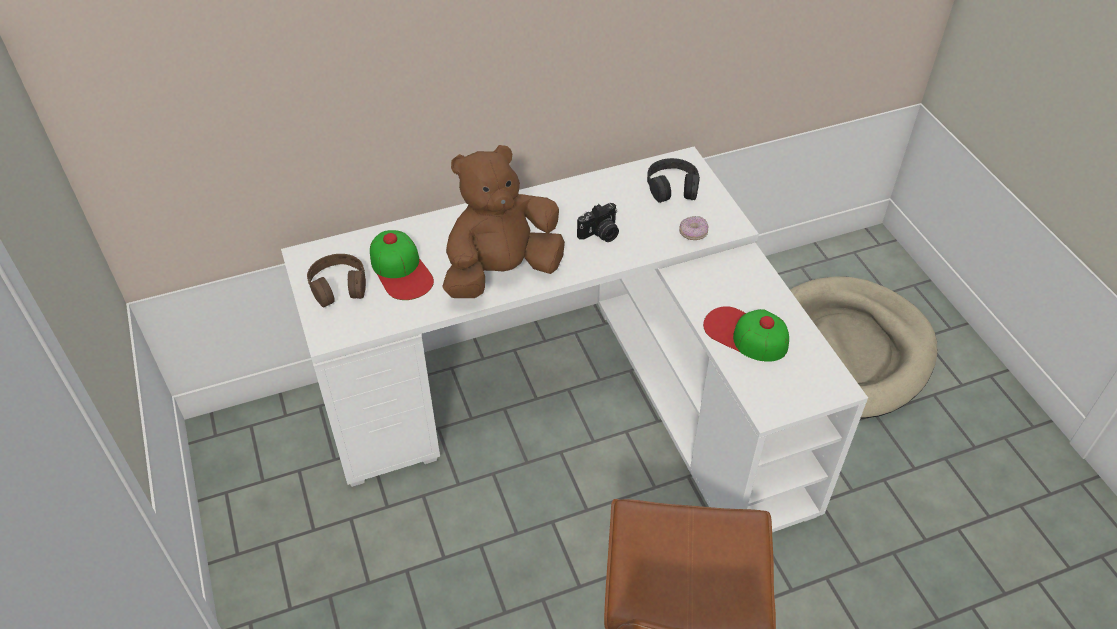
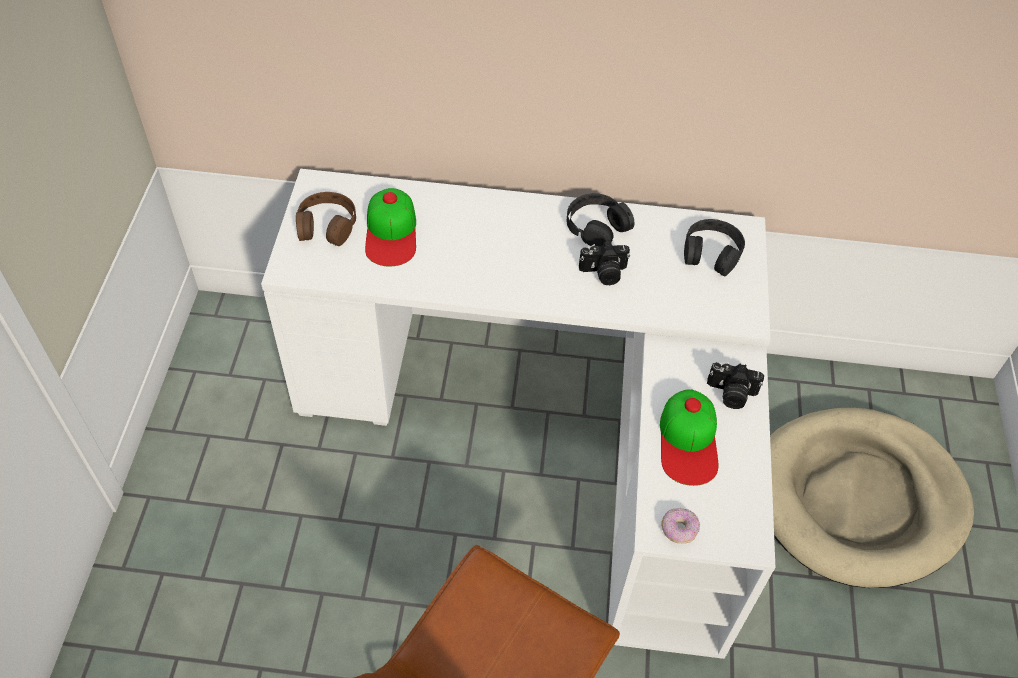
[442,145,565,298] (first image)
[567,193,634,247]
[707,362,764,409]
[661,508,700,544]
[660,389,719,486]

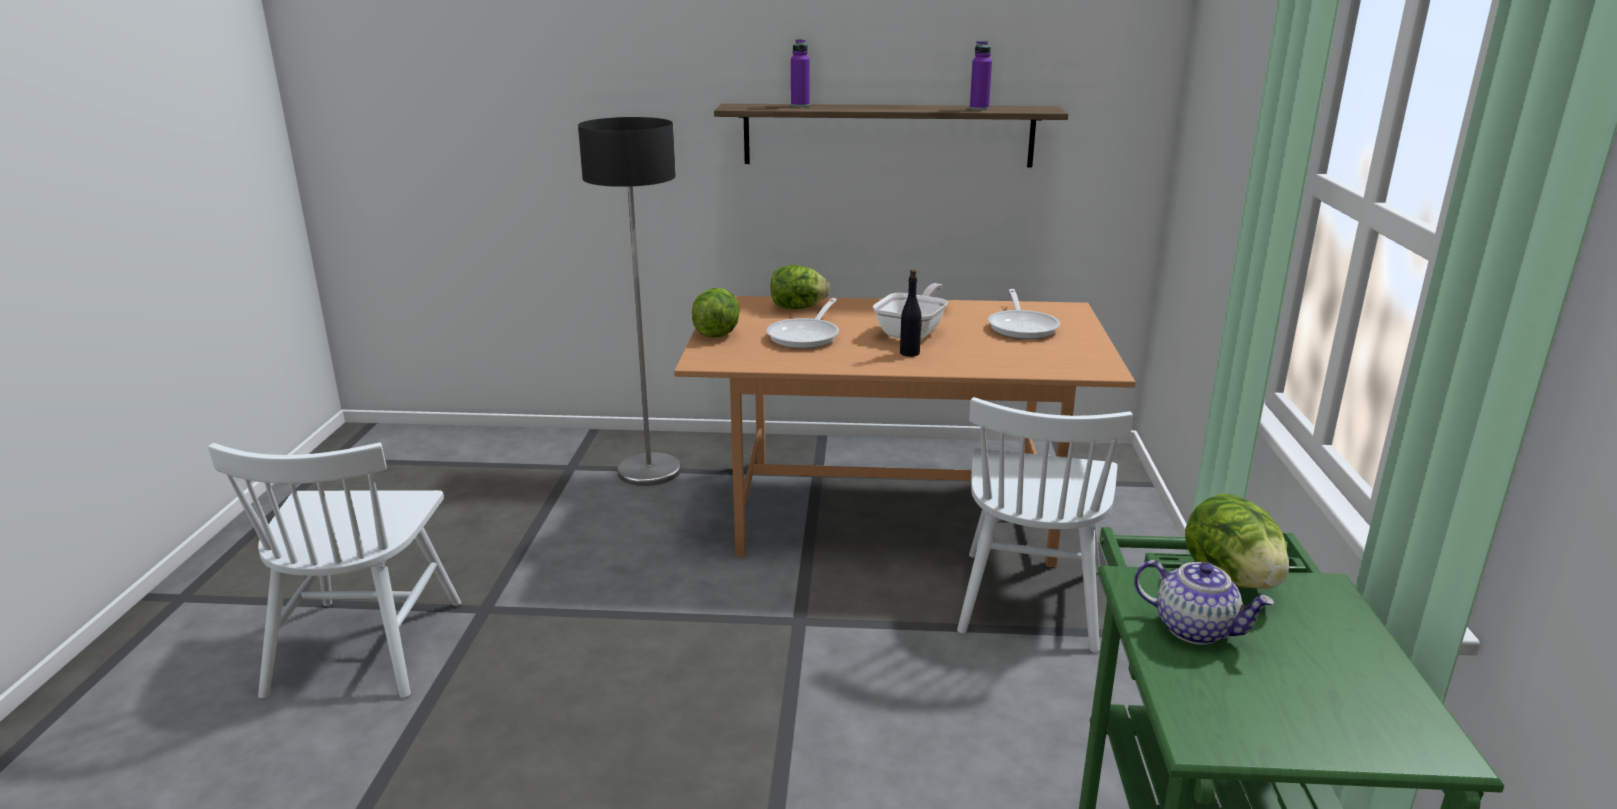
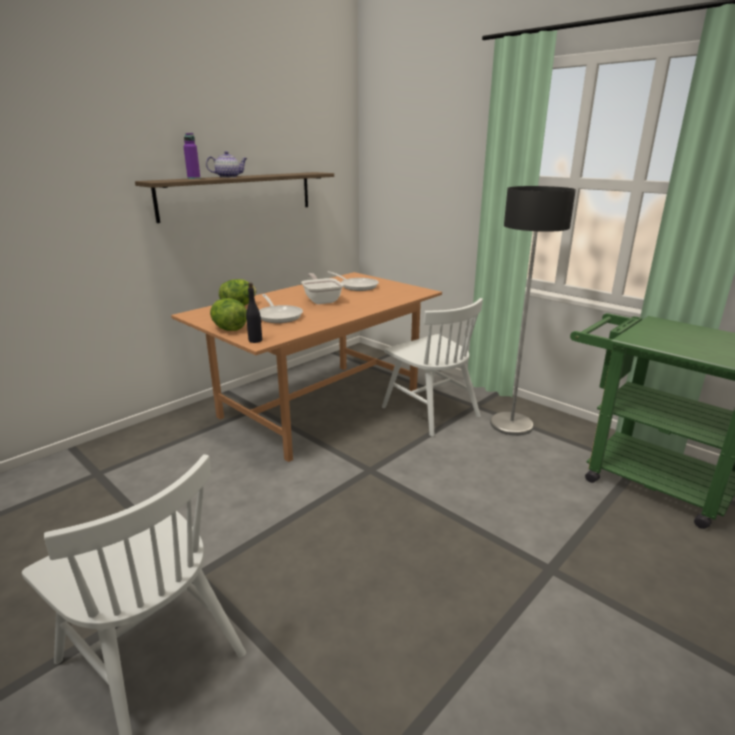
[970,41,992,110] (first image)
[1185,494,1289,589] (first image)
[490,186,576,436]
[246,283,262,343]
[206,151,248,178]

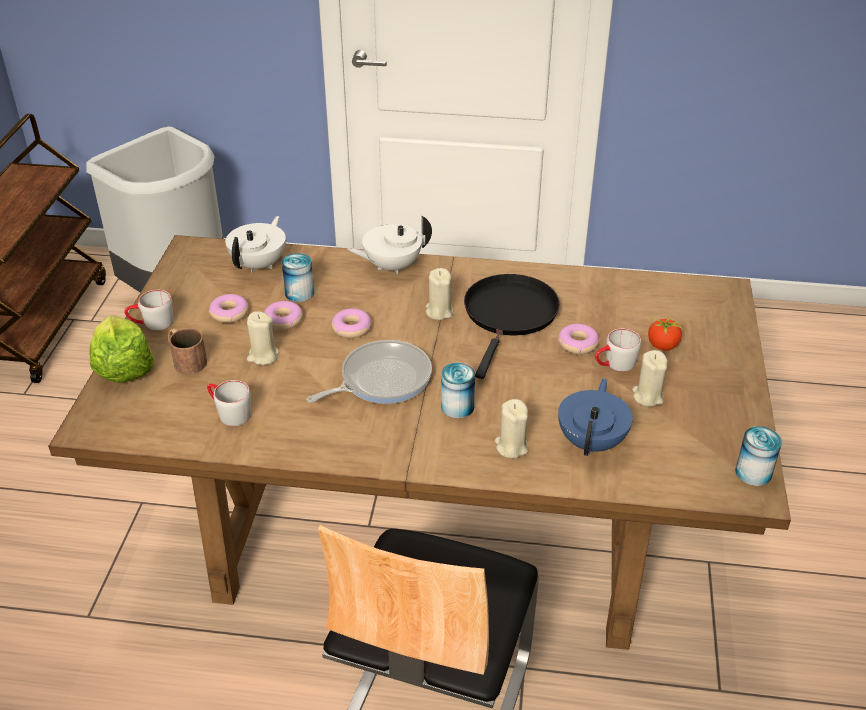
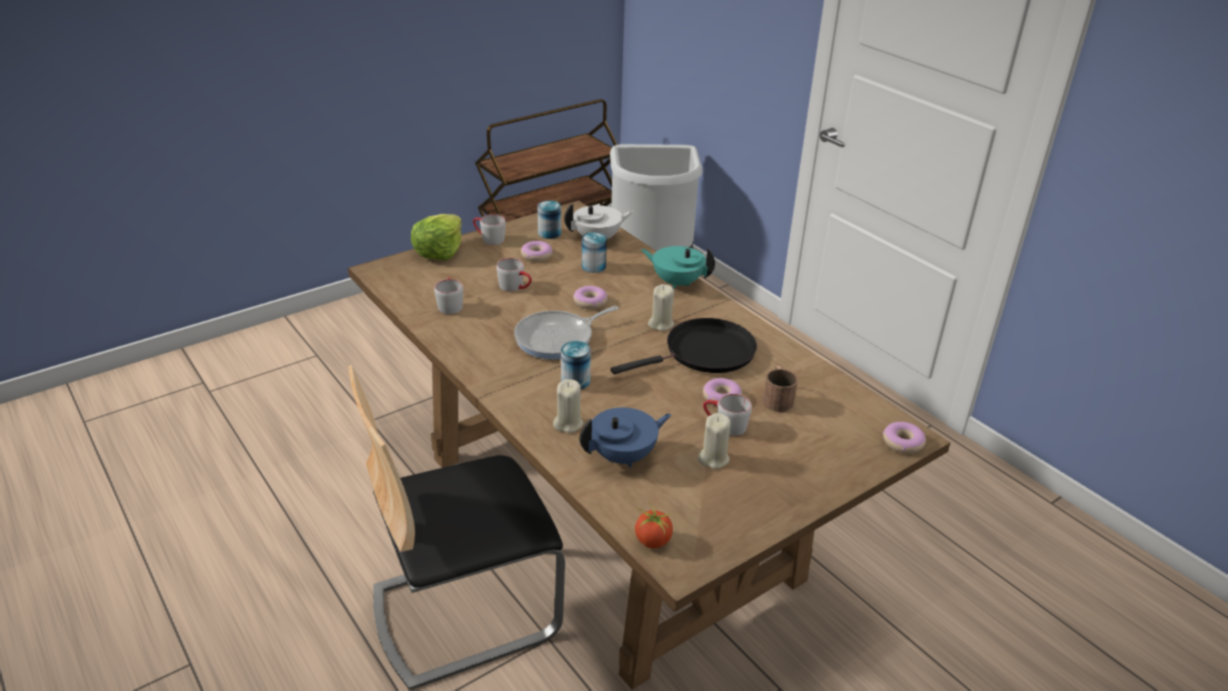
[763,365,798,412]
[883,422,926,454]
[635,502,673,548]
[537,200,561,239]
[496,258,532,292]
[641,246,715,289]
[514,306,619,359]

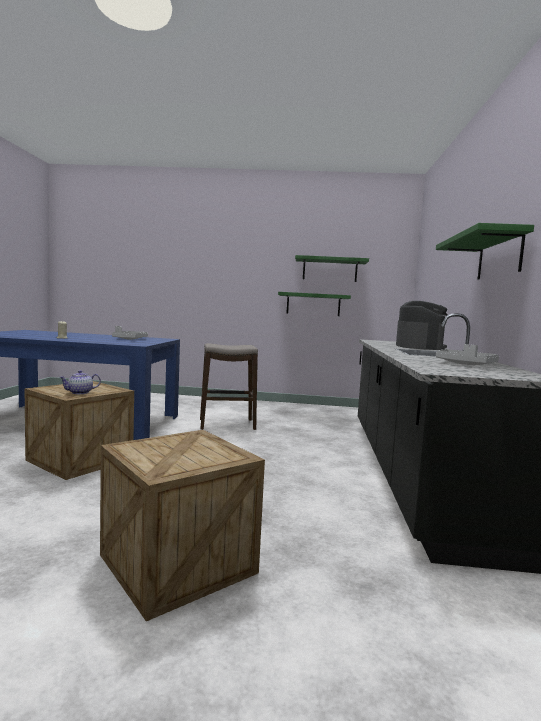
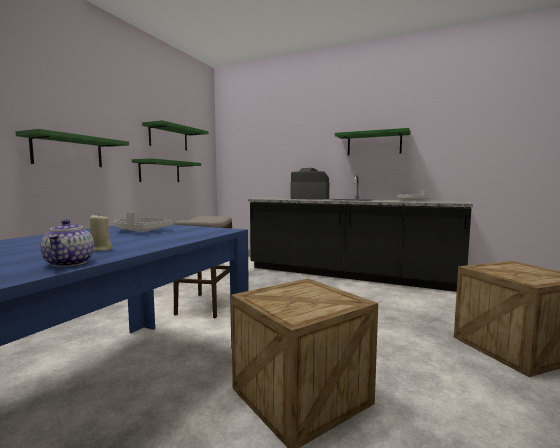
[16,129,129,167]
[41,219,94,267]

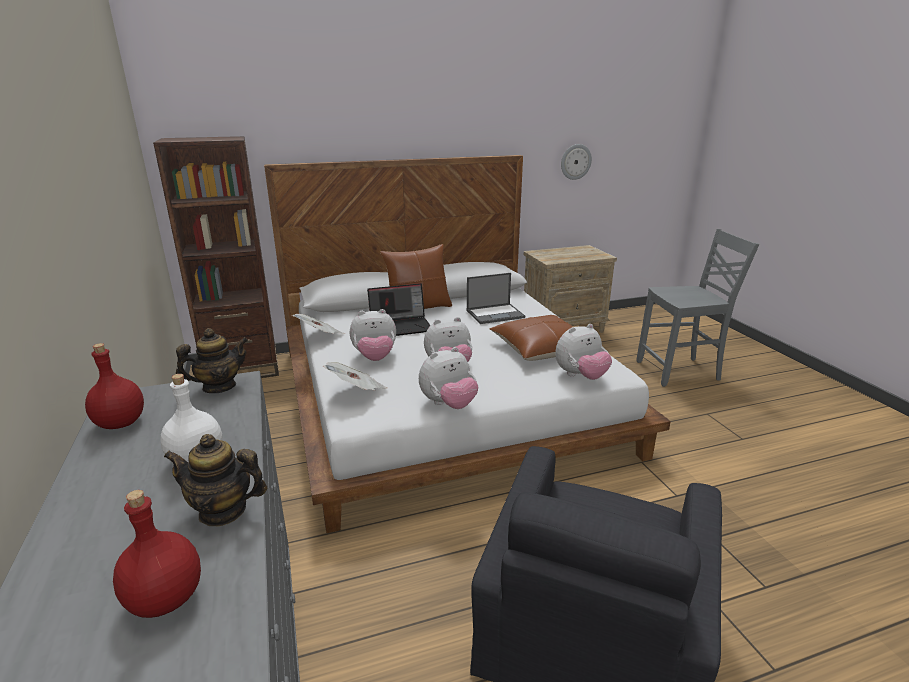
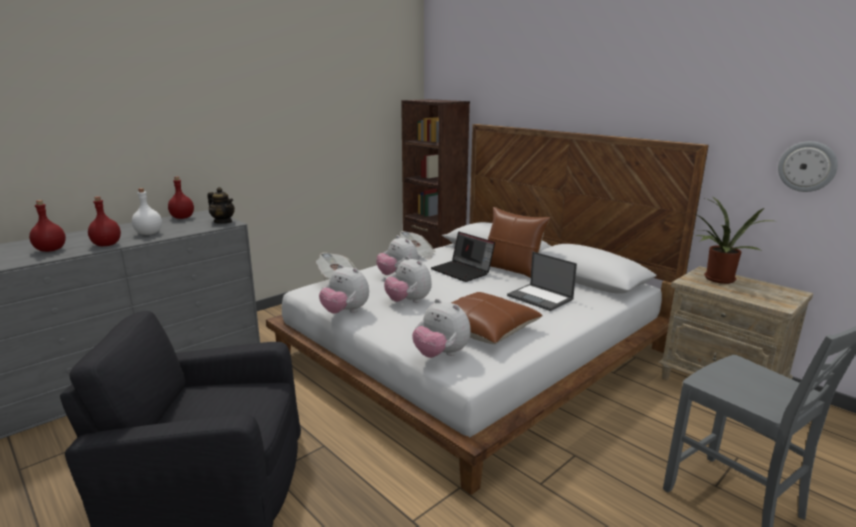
[692,197,772,284]
[88,196,121,246]

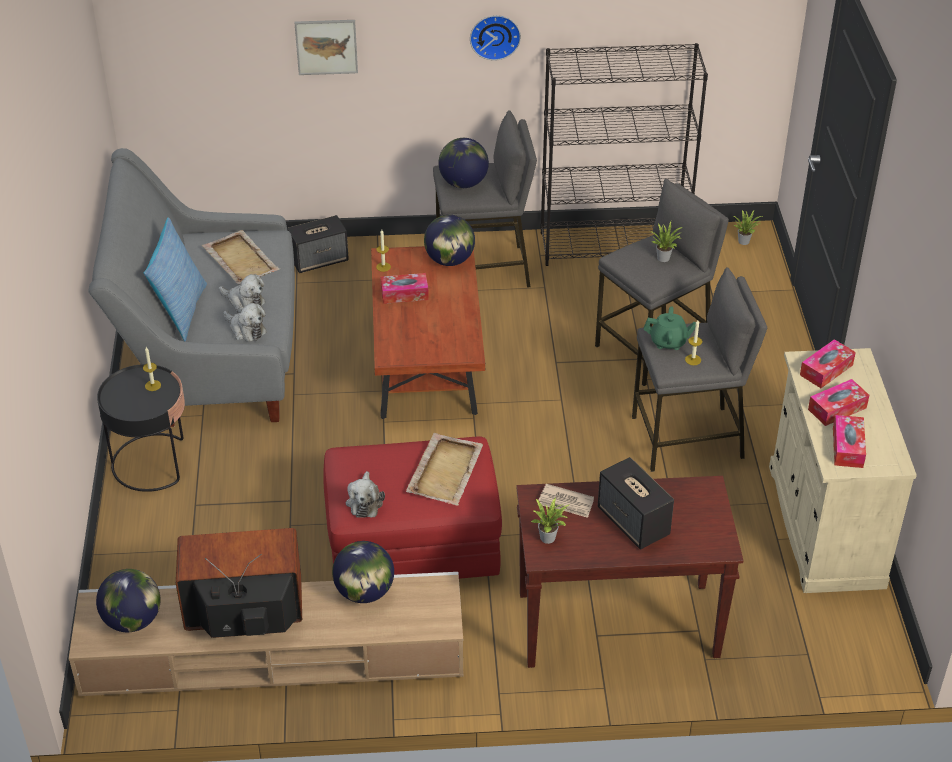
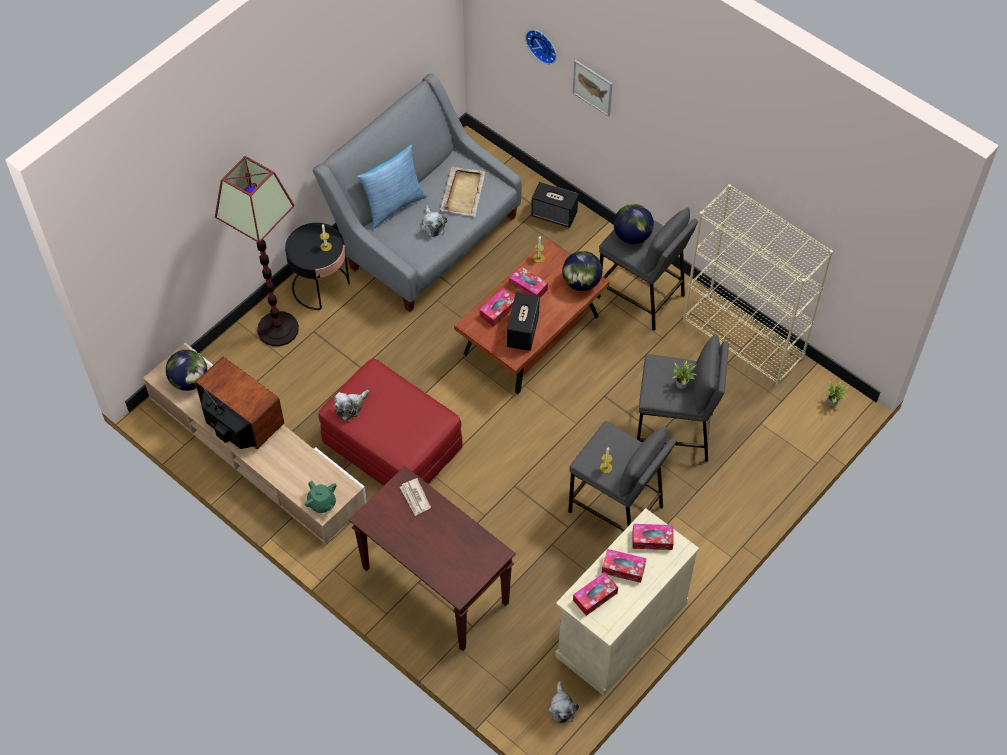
[332,541,394,603] (first image)
[406,433,483,506] (first image)
[531,497,570,544] (first image)
[215,156,299,346]
[480,288,515,327]
[548,681,579,723]
[525,30,556,64]
[507,292,540,351]
[305,481,336,513]
[683,184,833,387]

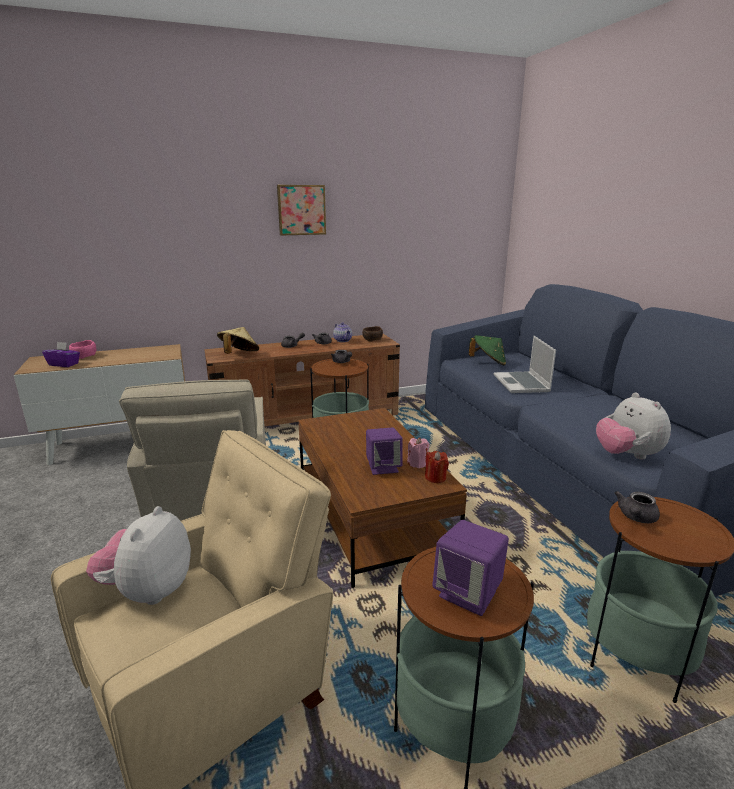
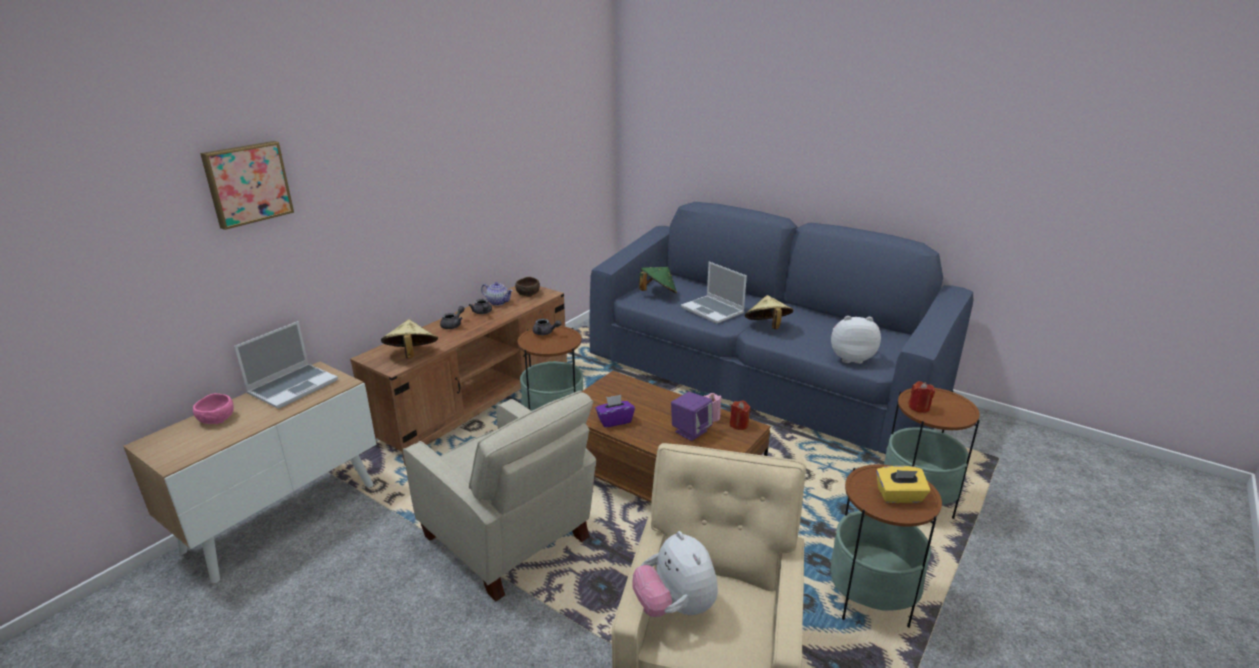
[234,321,338,409]
[745,295,793,329]
[595,395,635,428]
[200,141,294,230]
[876,466,930,503]
[908,381,935,413]
[831,316,881,364]

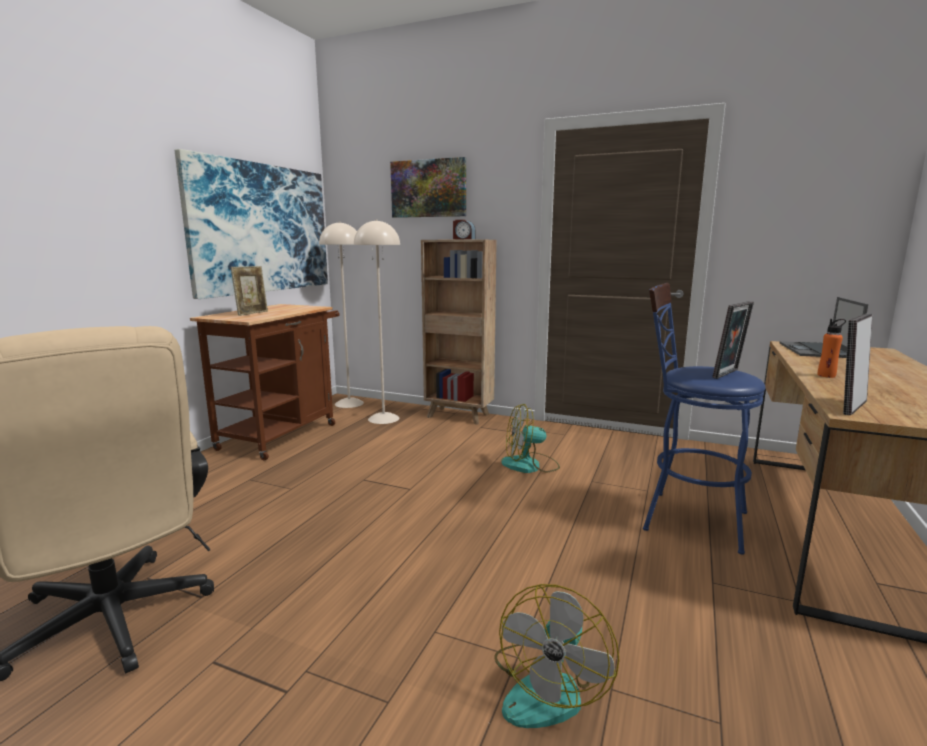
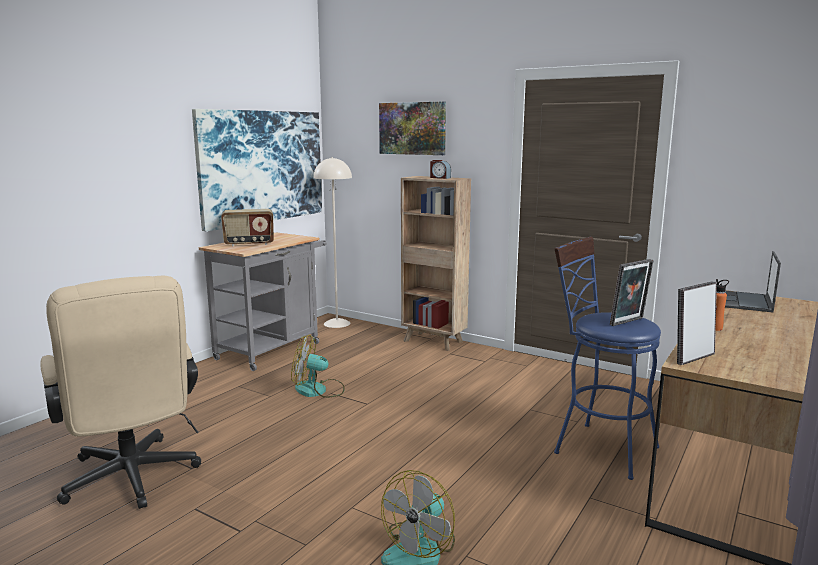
[354,219,400,424] (first image)
[291,335,345,398]
[221,209,274,246]
[199,232,327,371]

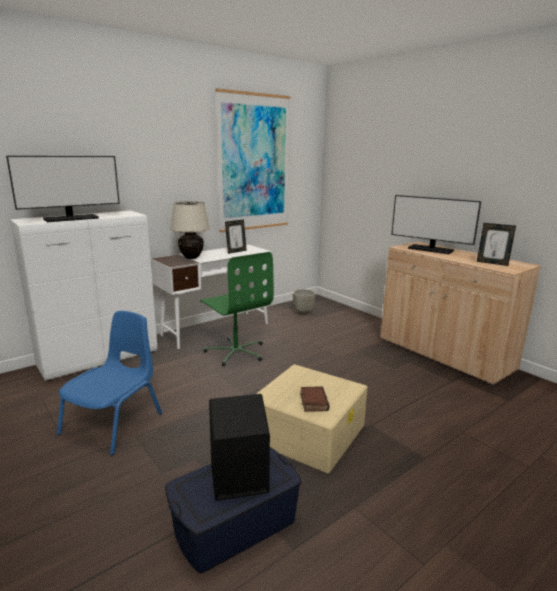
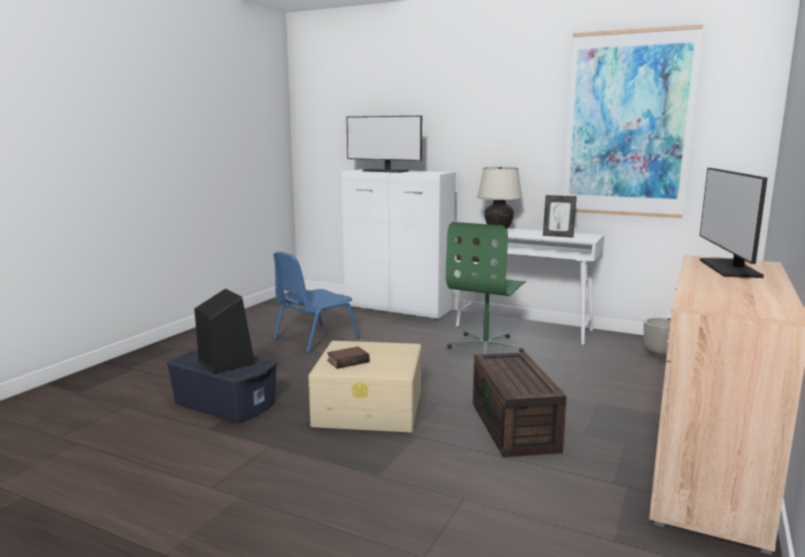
[477,223,516,266] (first image)
[473,352,567,457]
[273,252,359,353]

